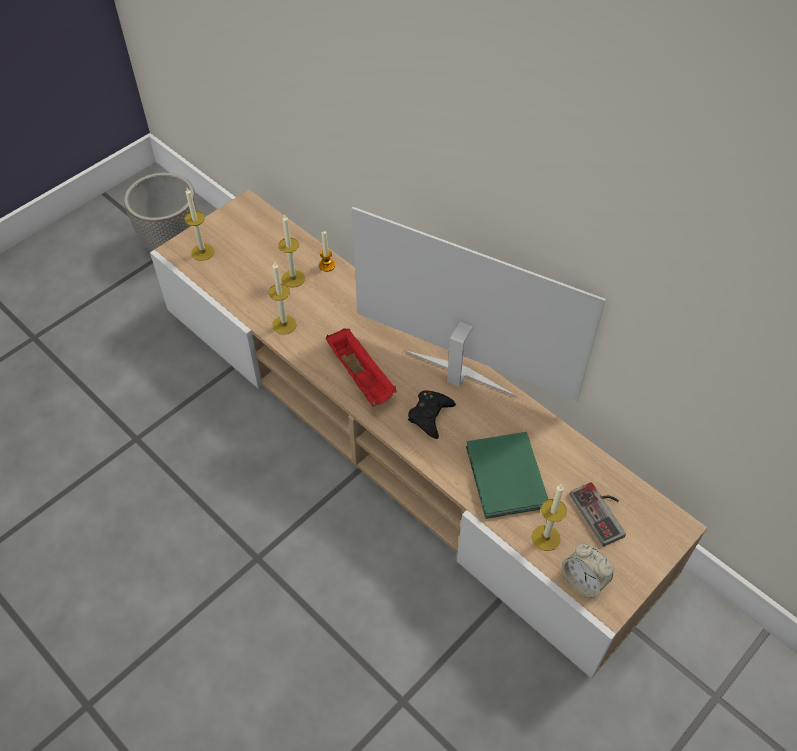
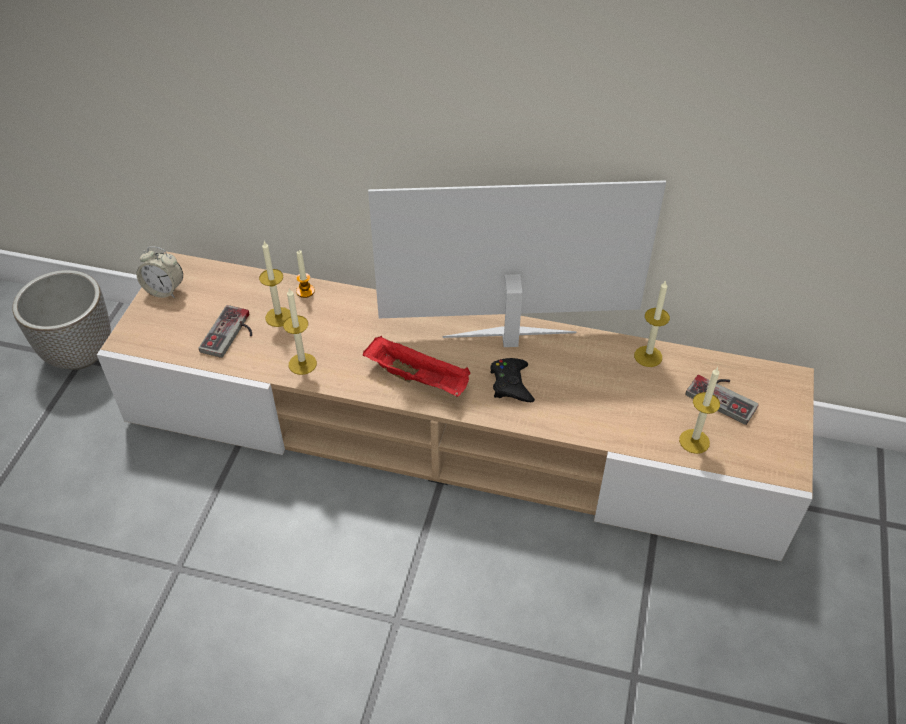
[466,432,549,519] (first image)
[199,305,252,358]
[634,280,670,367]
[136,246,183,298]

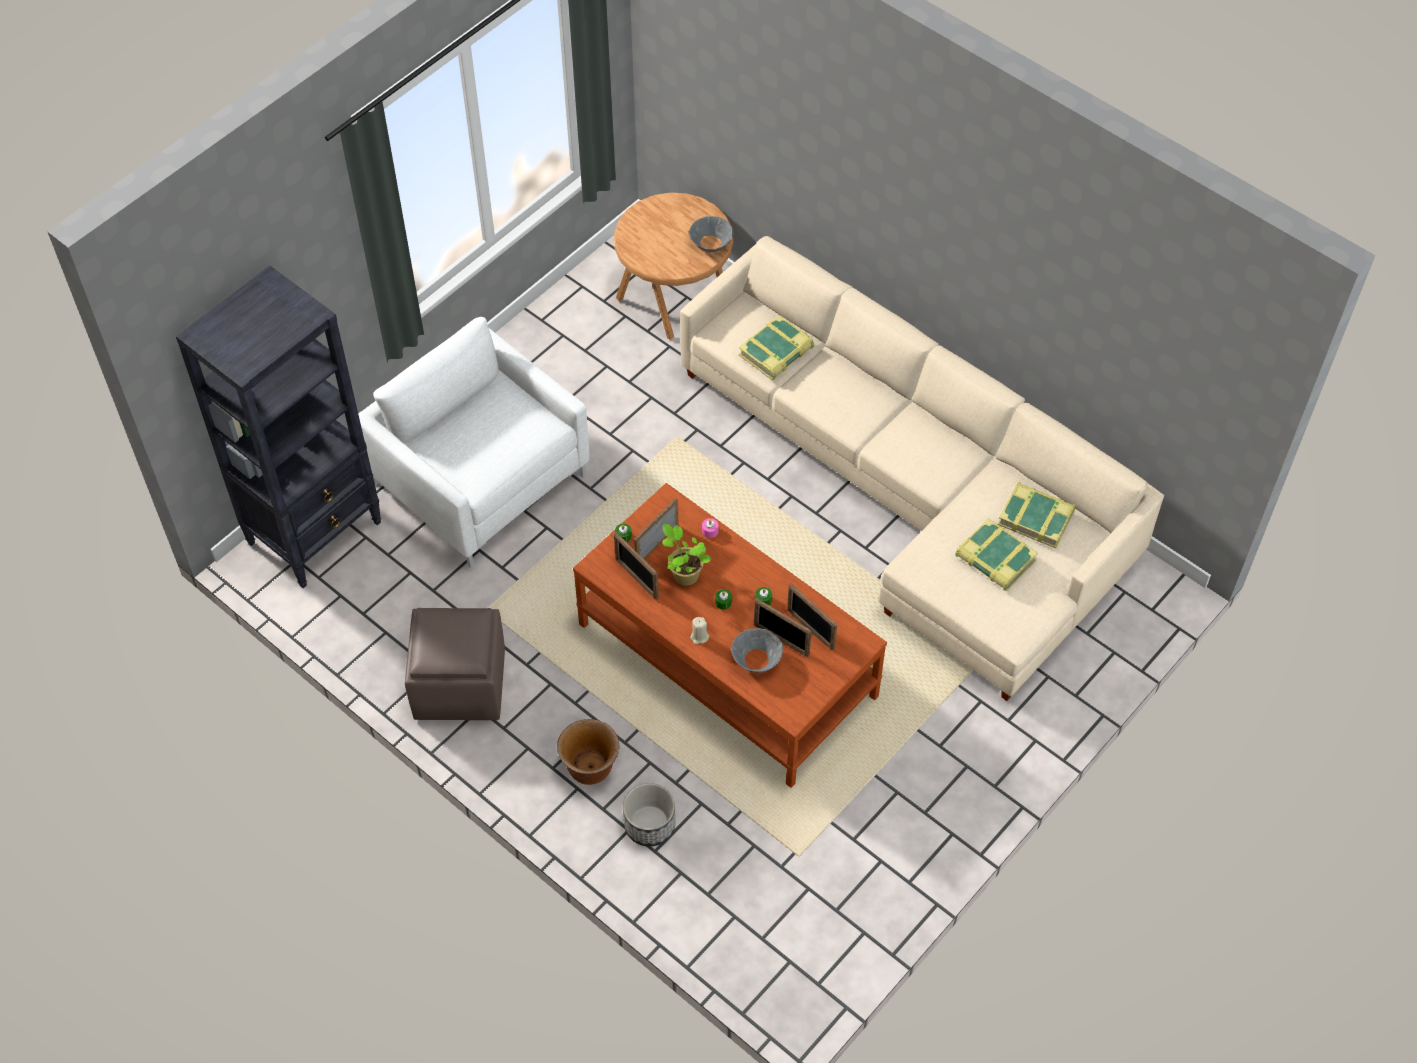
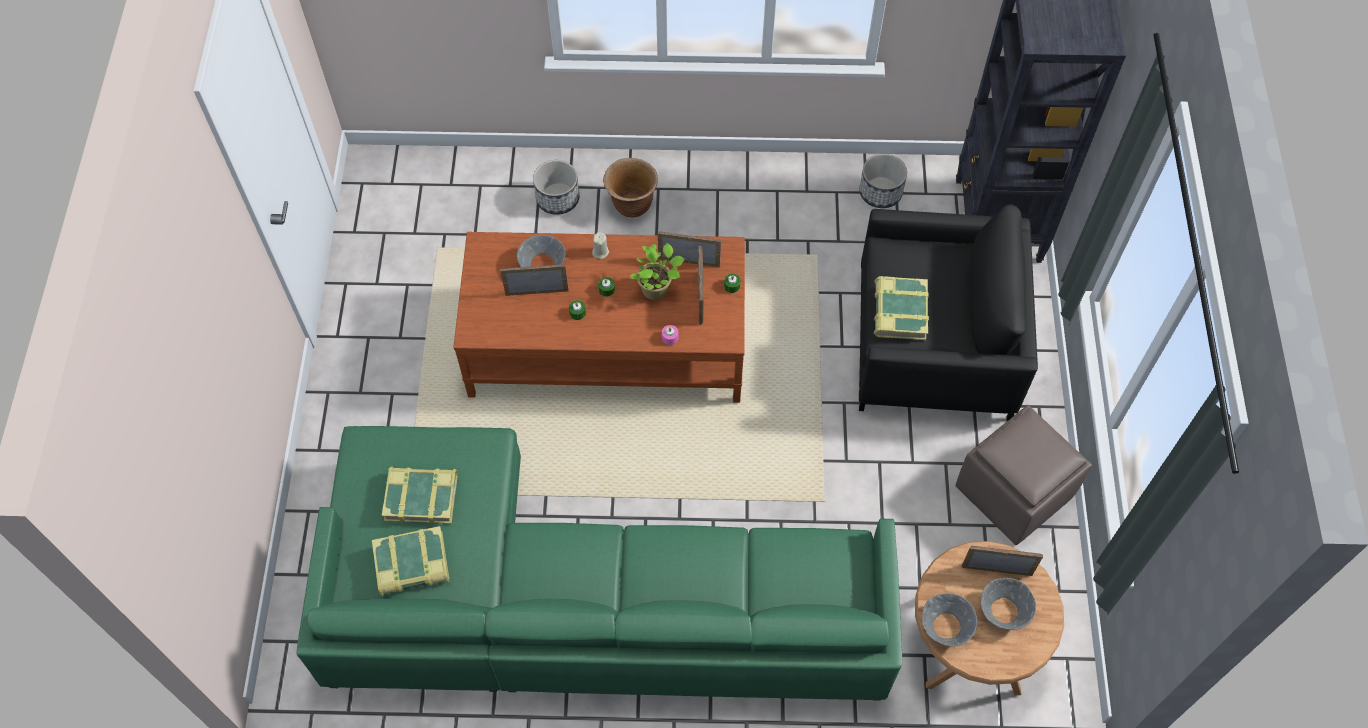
[859,154,907,208]
[981,578,1036,630]
[955,405,1092,545]
[874,276,929,340]
[962,546,1043,576]
[859,204,1038,421]
[296,426,902,701]

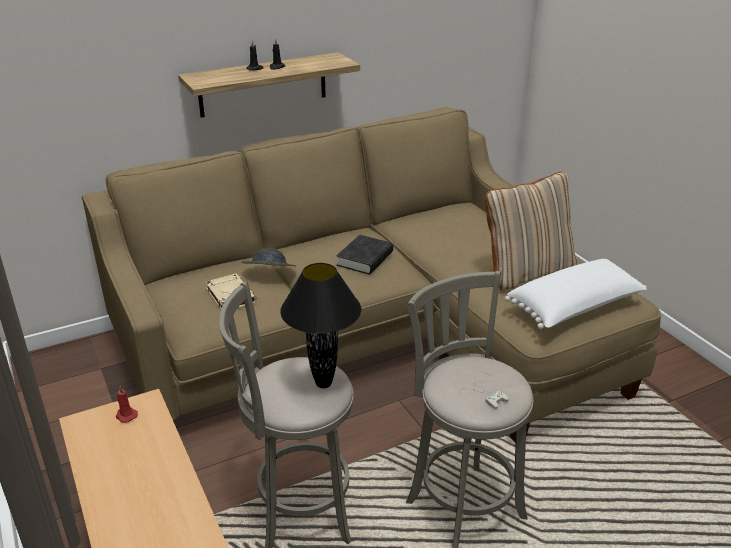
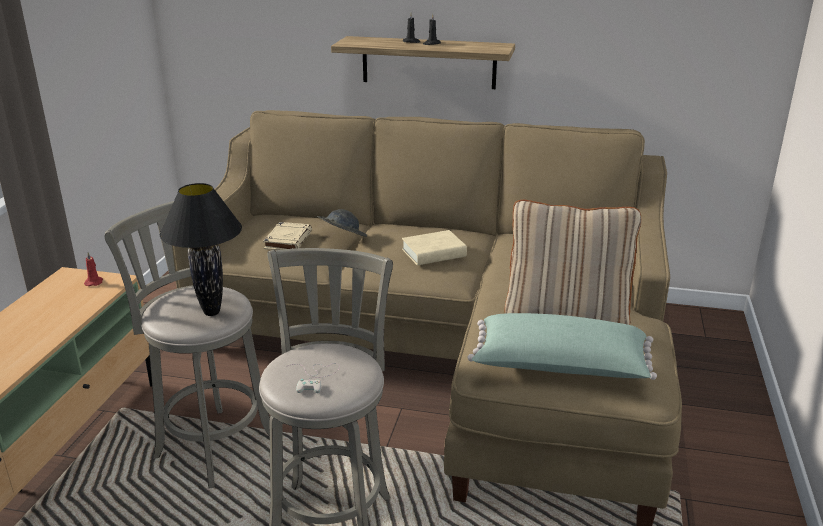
[402,230,467,265]
[468,313,657,380]

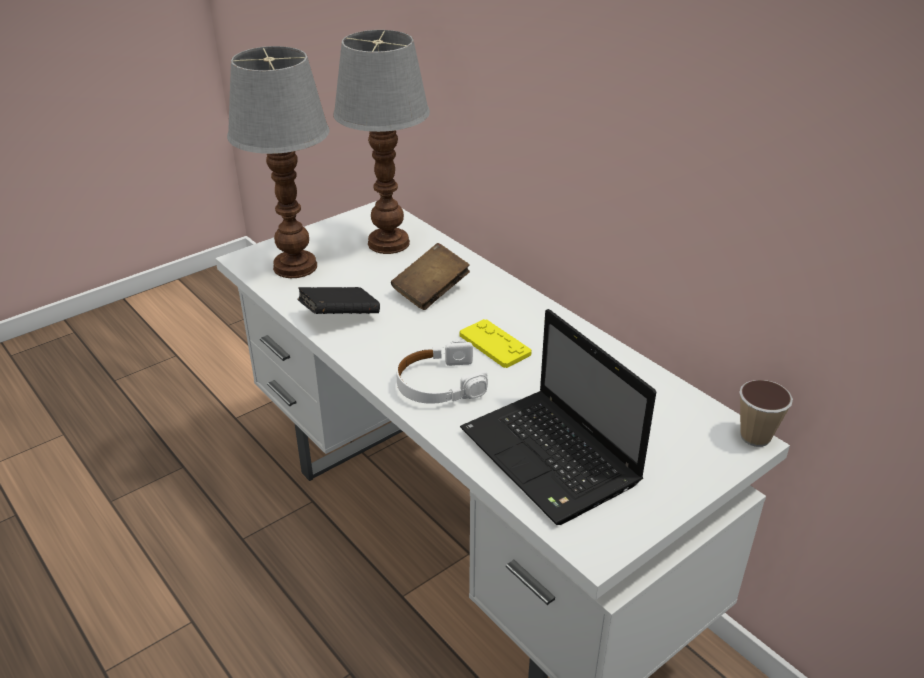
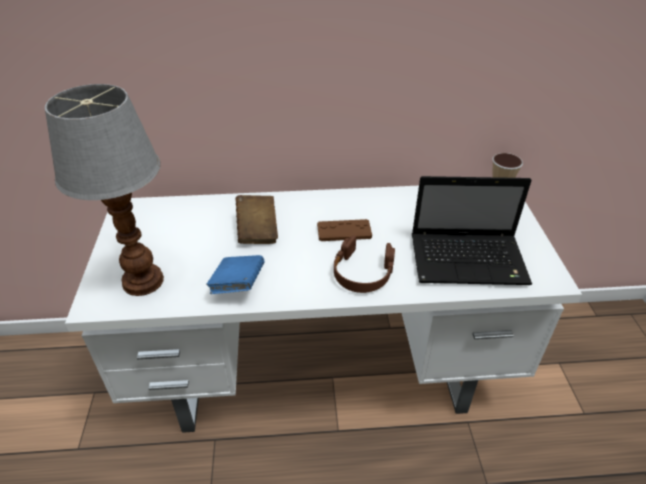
[333,30,430,254] (first image)
[206,255,264,294]
[334,235,395,293]
[317,219,372,241]

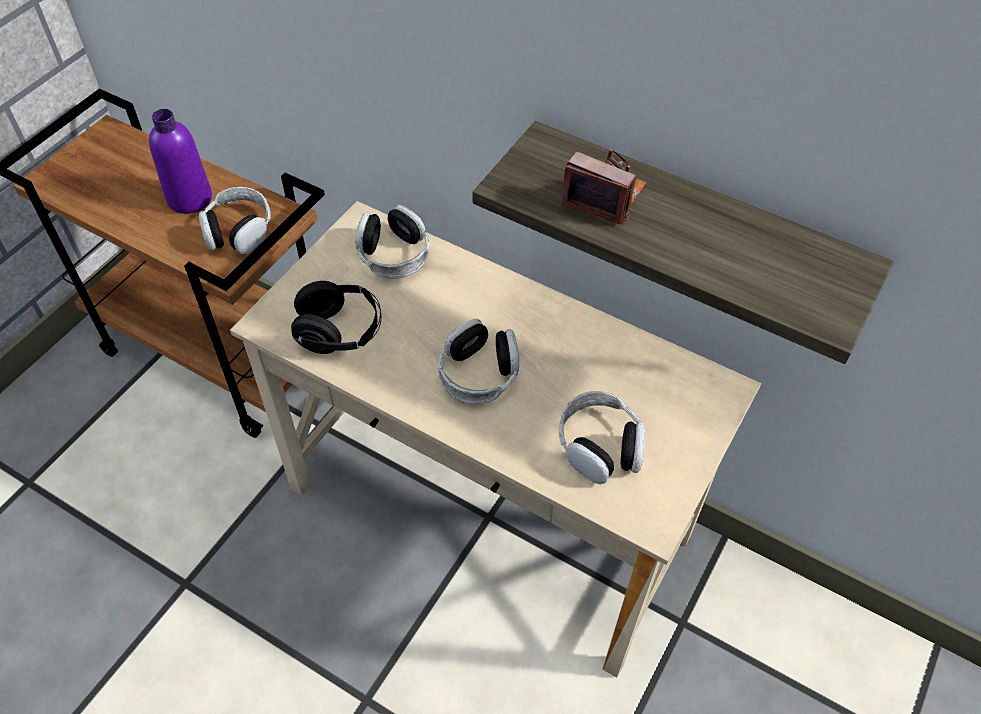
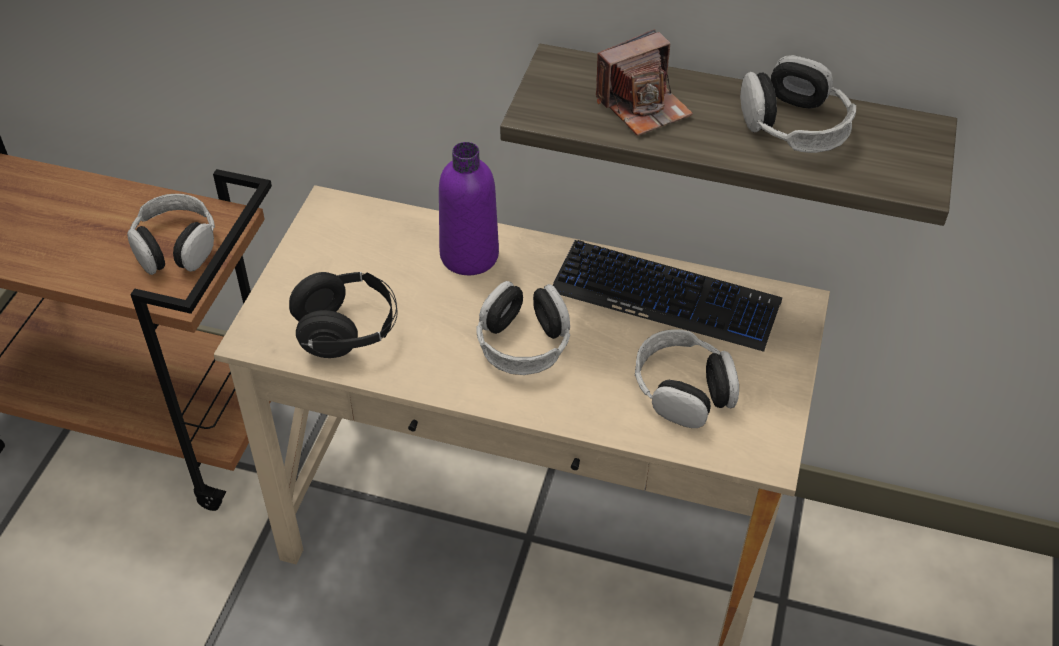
[552,240,782,352]
[439,142,499,275]
[740,55,856,153]
[596,29,693,136]

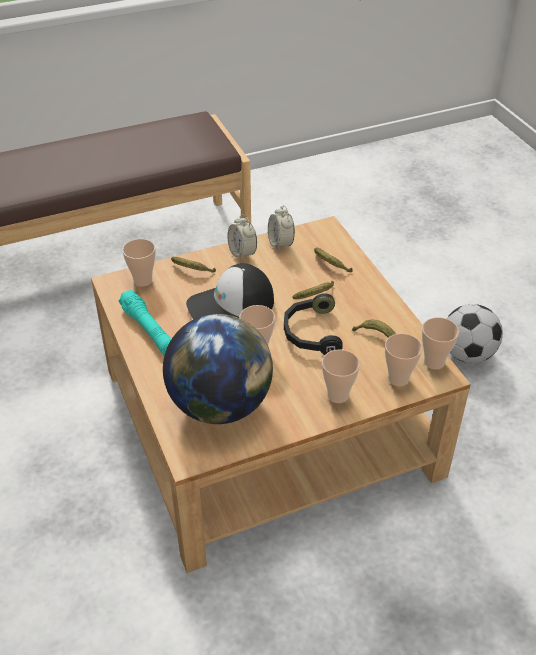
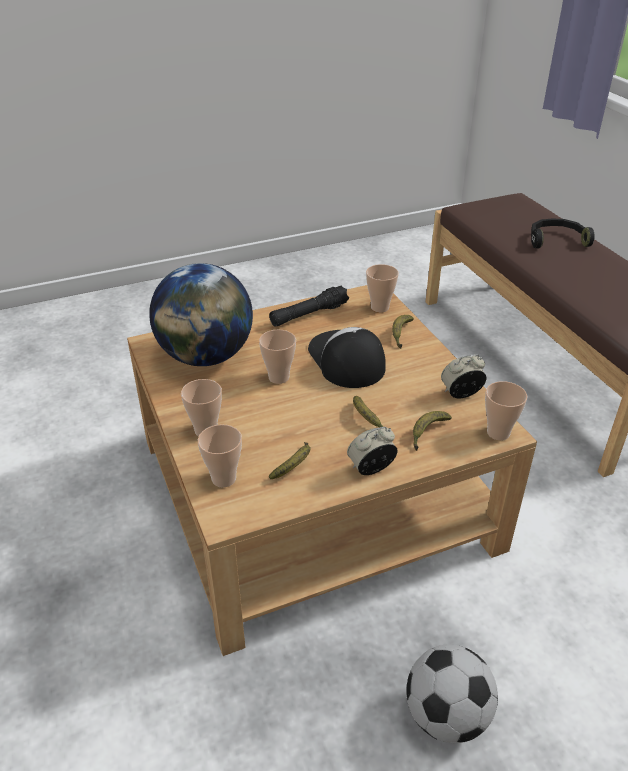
[347,427,398,475]
[531,219,595,248]
[485,381,527,440]
[269,285,349,327]

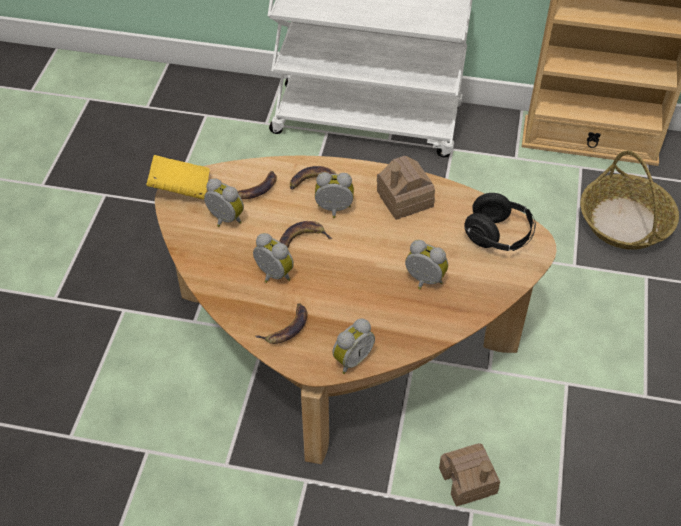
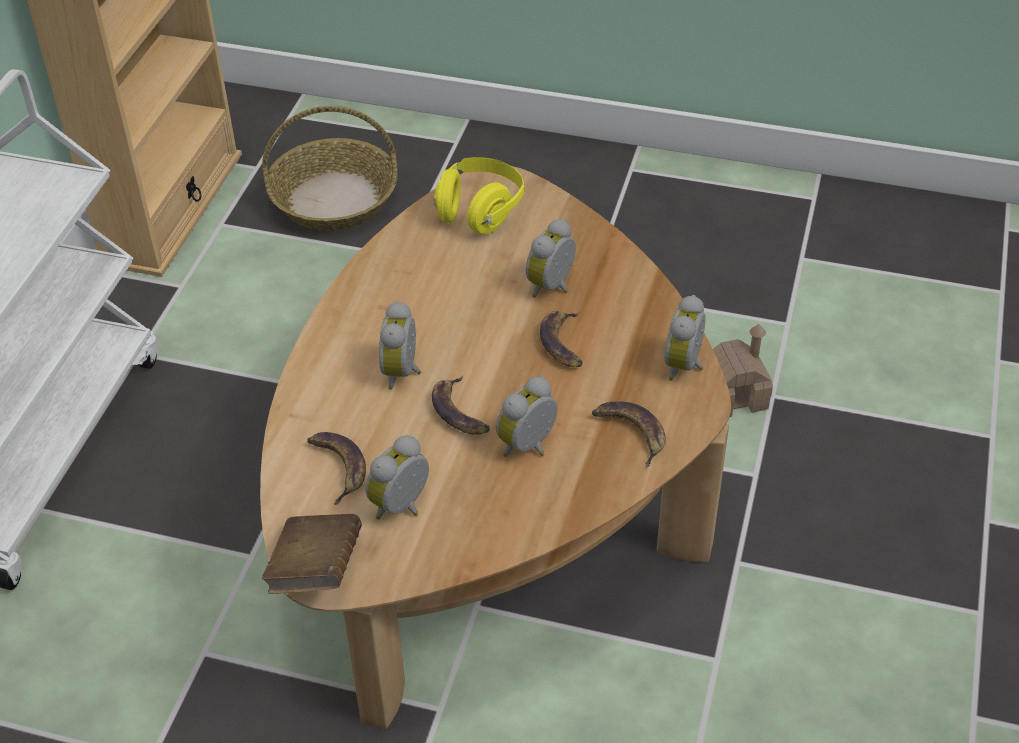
[377,156,435,220] (first image)
[540,311,583,367]
[262,514,362,594]
[433,157,525,234]
[664,295,706,381]

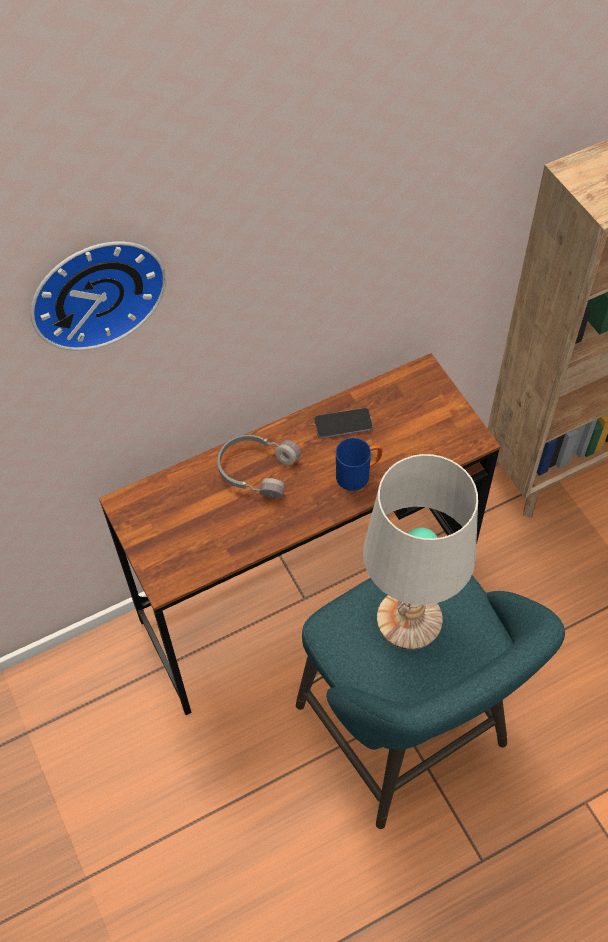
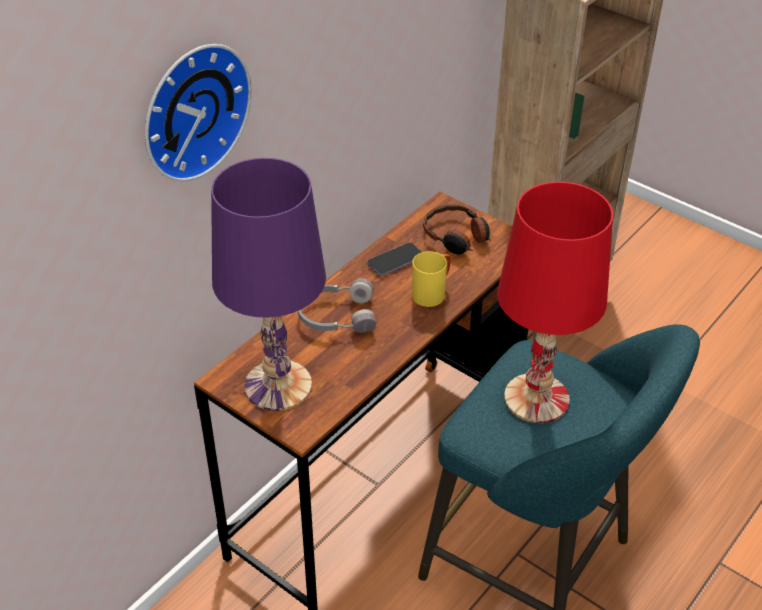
[211,158,326,411]
[423,204,490,254]
[412,251,451,307]
[497,182,613,423]

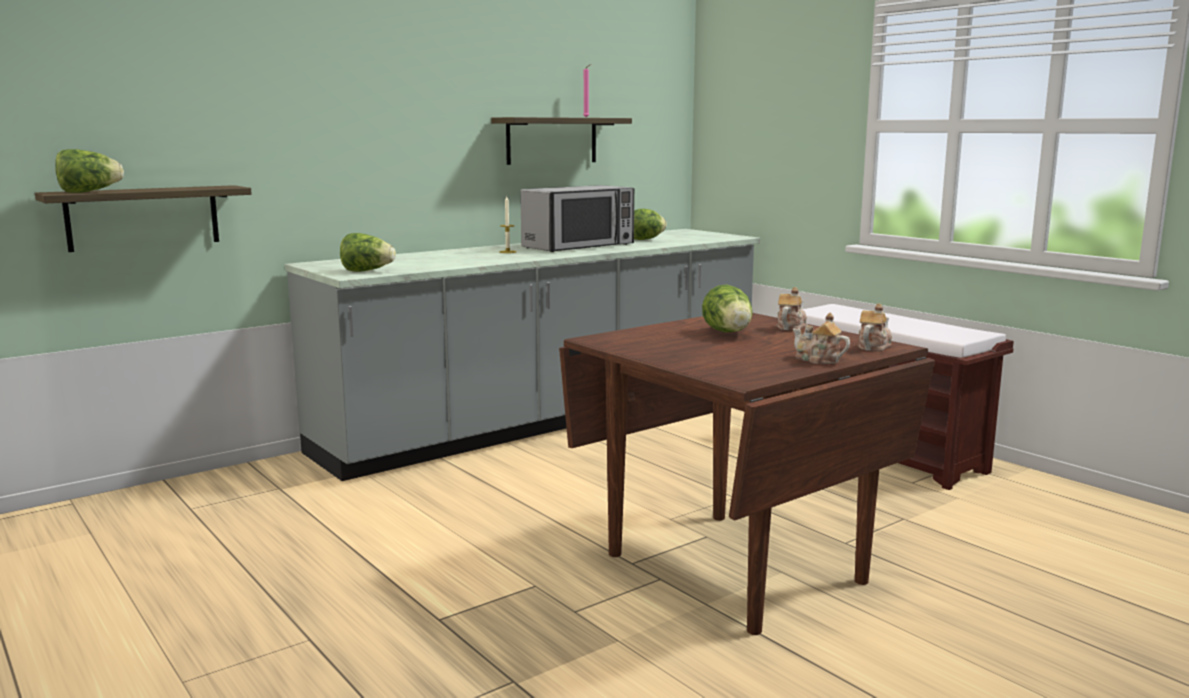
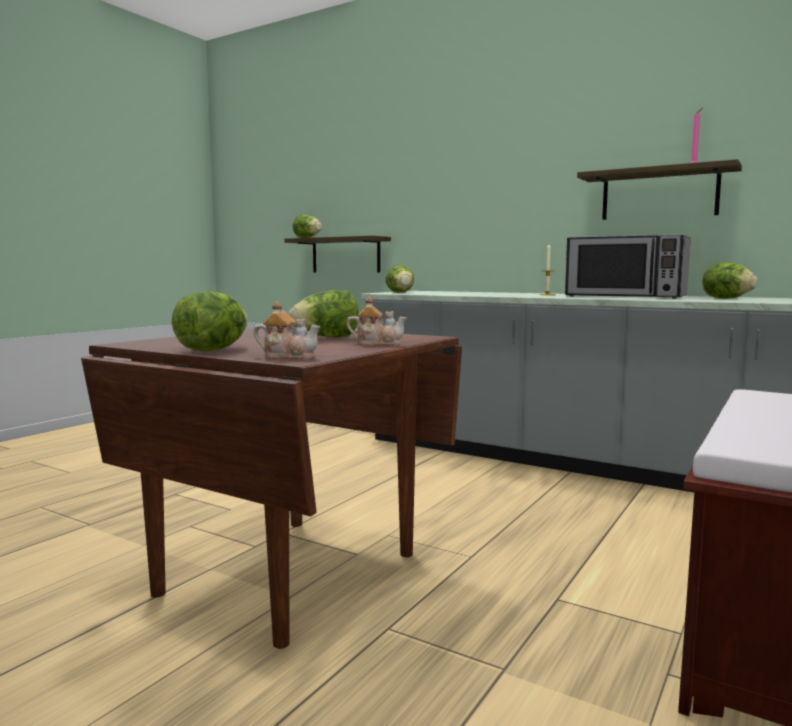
[172,291,248,351]

